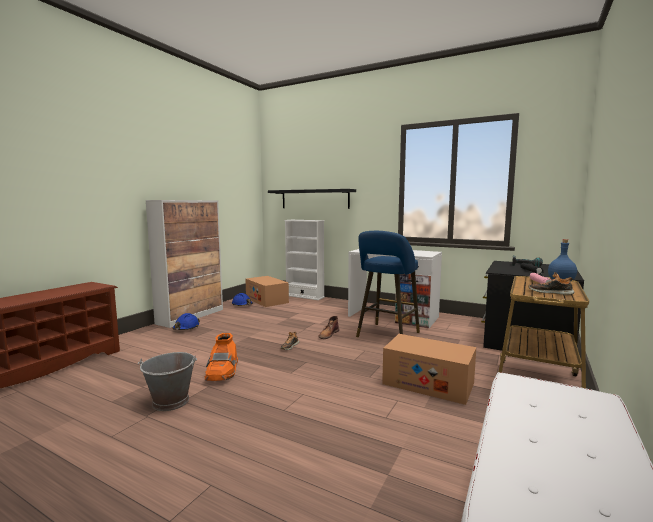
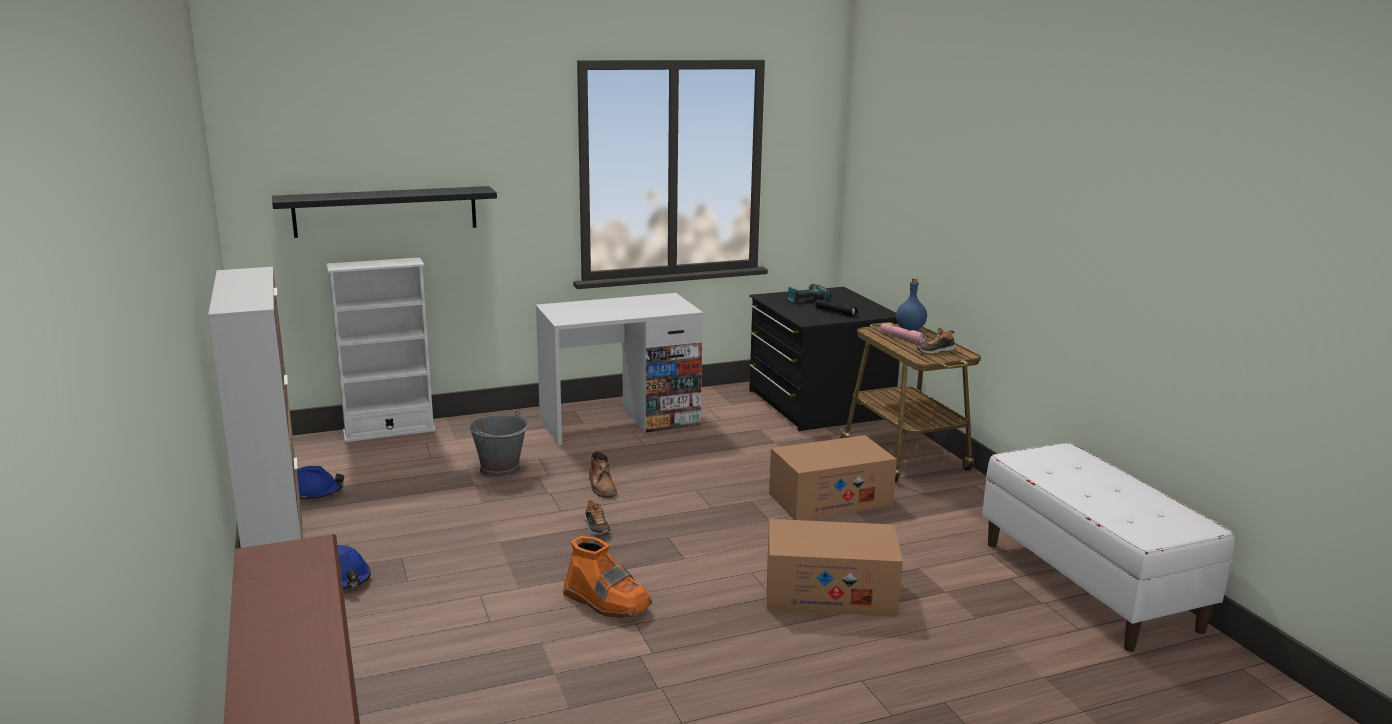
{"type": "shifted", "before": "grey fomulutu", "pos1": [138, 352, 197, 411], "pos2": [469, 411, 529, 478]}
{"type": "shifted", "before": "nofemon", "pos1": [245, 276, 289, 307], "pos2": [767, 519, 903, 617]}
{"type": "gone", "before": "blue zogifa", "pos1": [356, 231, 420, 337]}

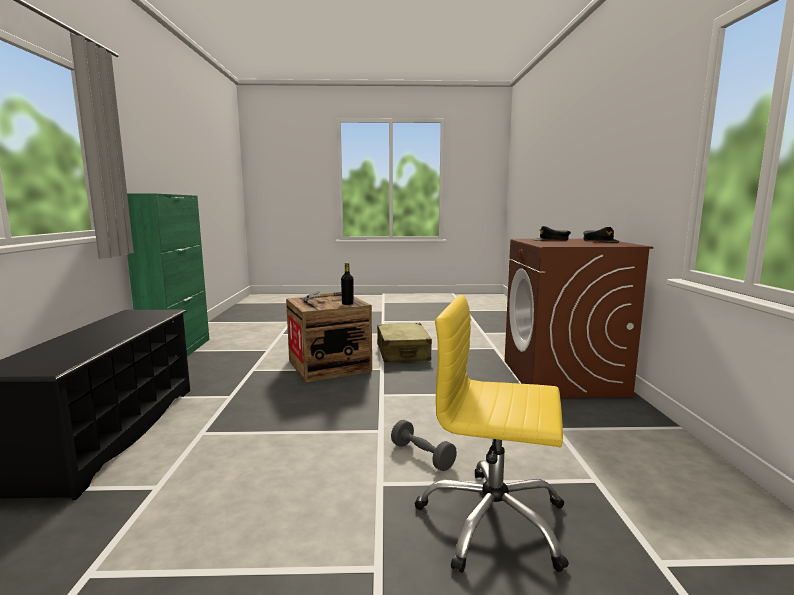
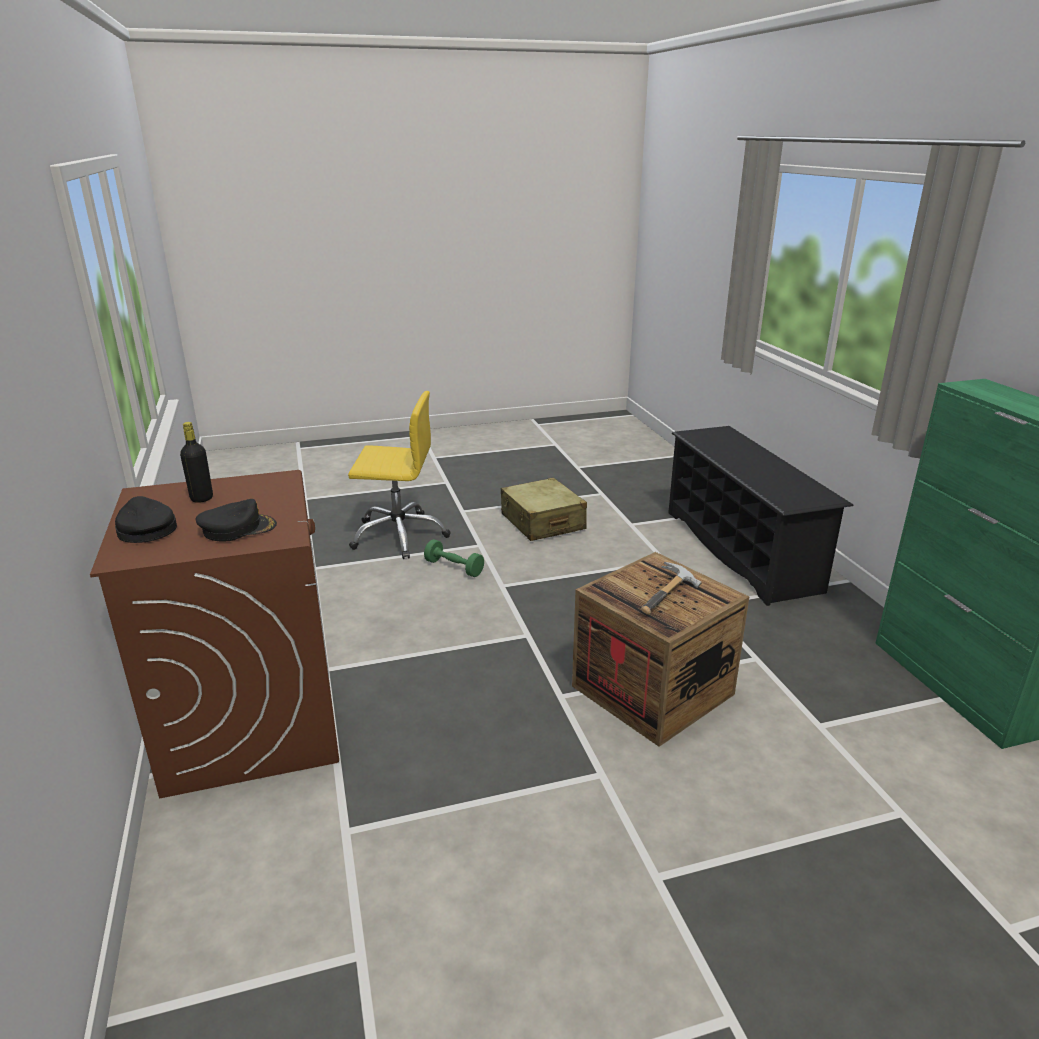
{"type": "shifted", "before": "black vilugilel", "pos1": [341, 262, 354, 305], "pos2": [180, 422, 213, 503]}
{"type": "shifted", "before": "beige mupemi", "pos1": [377, 323, 432, 362], "pos2": [501, 478, 587, 541]}
{"type": "repainted", "before": "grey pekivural", "after": "green pekivural", "pos1": [391, 420, 457, 471], "pos2": [424, 539, 484, 577]}

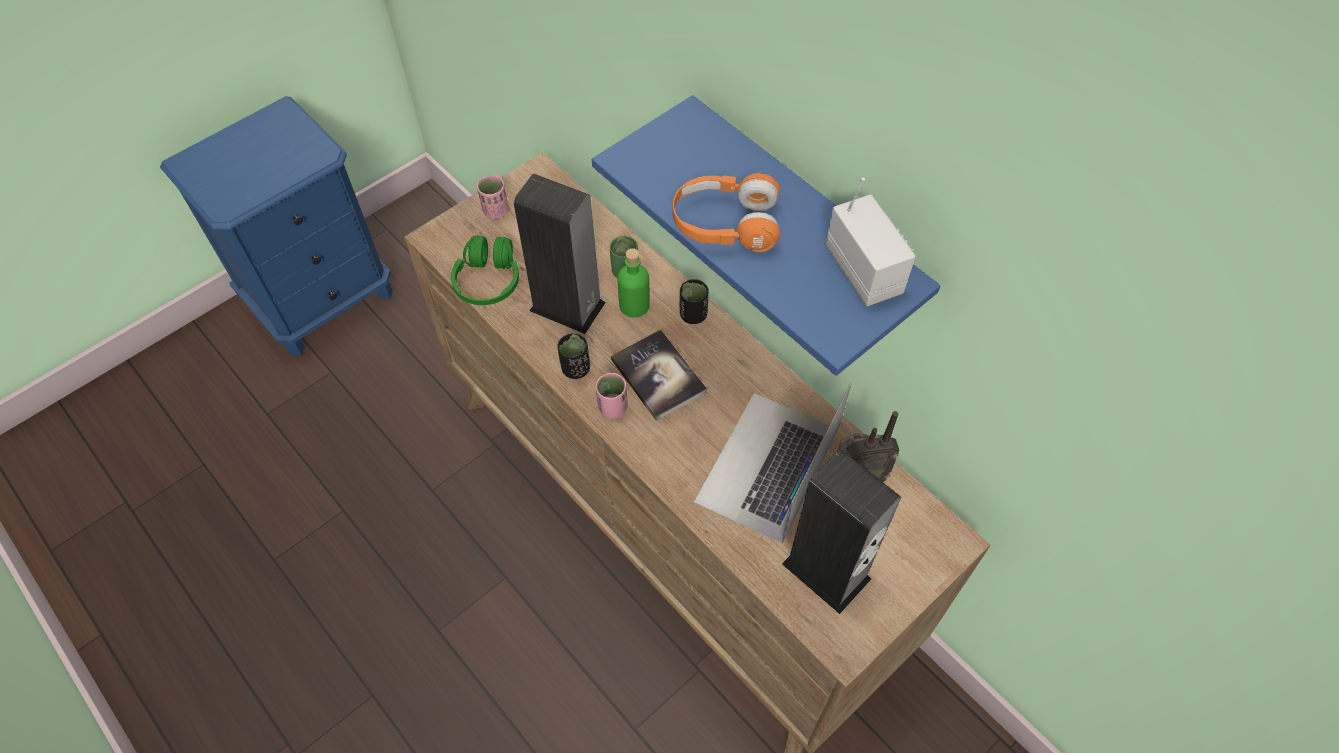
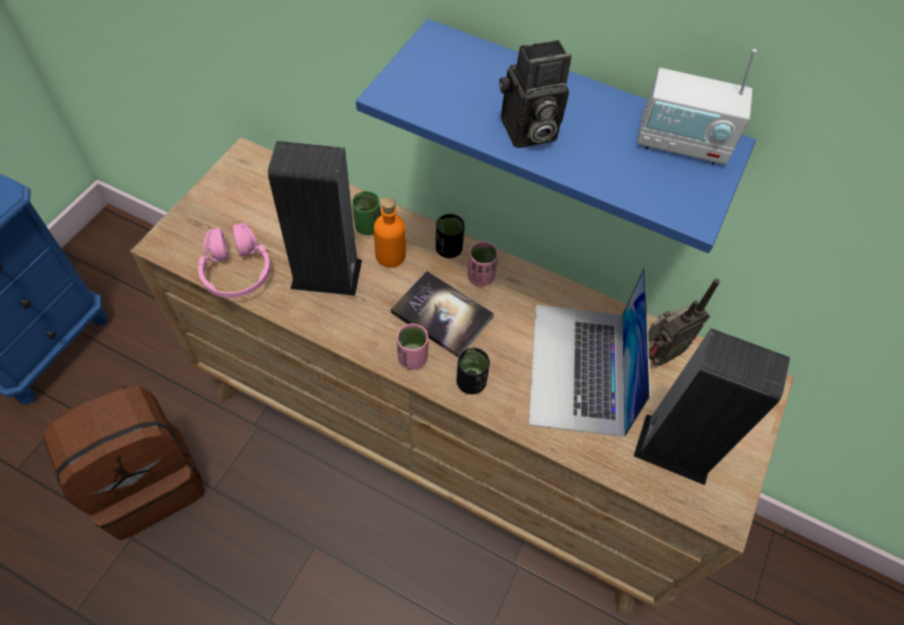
{"type": "repainted", "before": "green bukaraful", "after": "pink bukaraful", "pos1": [451, 236, 519, 305], "pos2": [198, 223, 271, 298]}
{"type": "shifted", "before": "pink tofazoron", "pos1": [477, 175, 509, 219], "pos2": [468, 241, 499, 286]}
{"type": "shifted", "before": "black tofazoron", "pos1": [557, 333, 590, 379], "pos2": [456, 348, 490, 394]}
{"type": "repainted", "before": "green vilugilel", "after": "orange vilugilel", "pos1": [618, 248, 650, 318], "pos2": [374, 197, 406, 268]}
{"type": "swapped", "before": "orange bukaraful", "after": "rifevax", "pos1": [672, 173, 780, 252], "pos2": [499, 40, 572, 148]}
{"type": "rotated", "before": "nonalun", "pos1": [826, 177, 915, 307], "pos2": [637, 49, 757, 165], "turn": 150}
{"type": "new", "after": "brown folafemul", "pos2": [43, 386, 205, 540]}

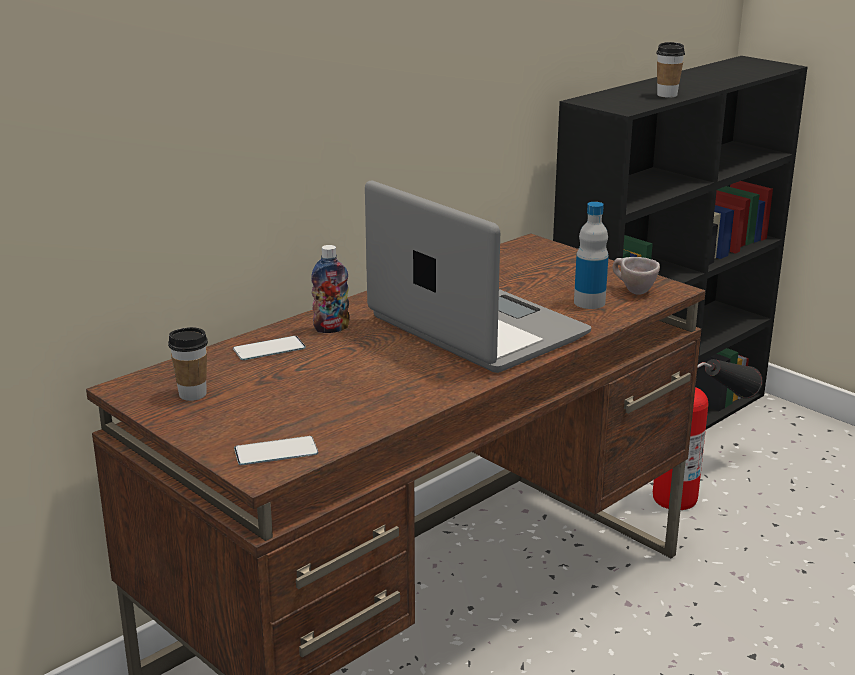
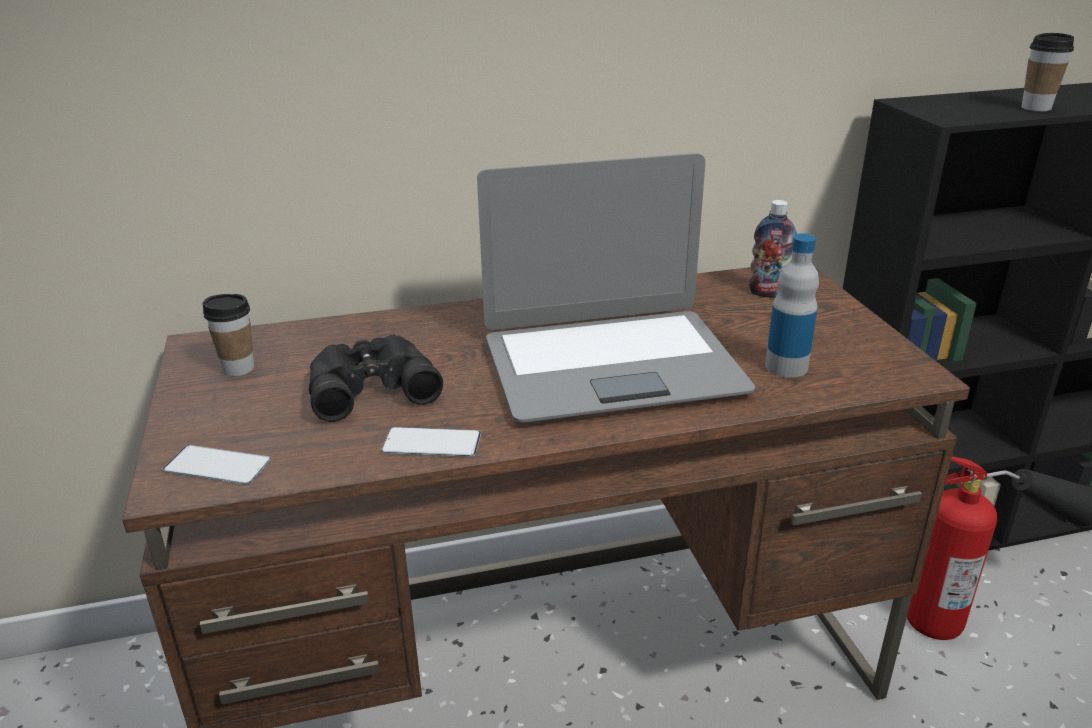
{"type": "shifted", "before": "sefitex", "pos1": [233, 336, 306, 360], "pos2": [381, 427, 481, 457]}
{"type": "shifted", "before": "vilugilel", "pos1": [311, 245, 350, 333], "pos2": [749, 200, 797, 297]}
{"type": "rotated", "before": "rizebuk", "pos1": [365, 180, 591, 373], "pos2": [477, 153, 755, 423], "turn": 90}
{"type": "gone", "before": "beige tofazoron", "pos1": [613, 257, 660, 295]}
{"type": "new", "after": "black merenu", "pos2": [309, 334, 443, 422]}

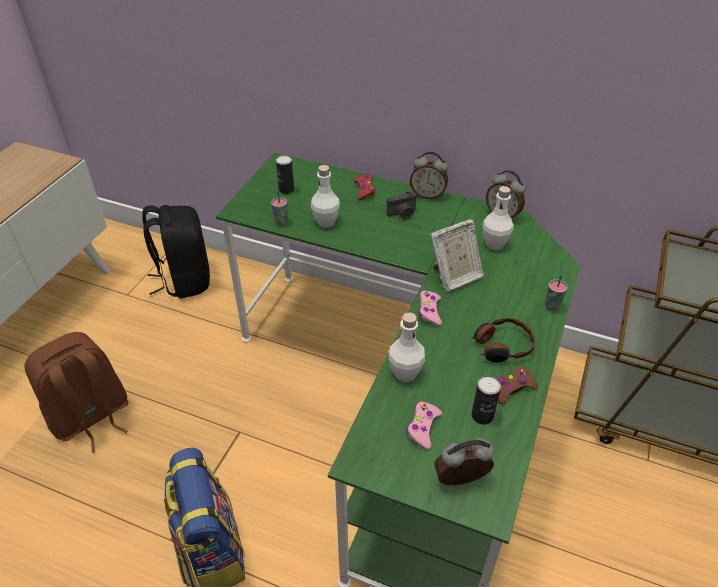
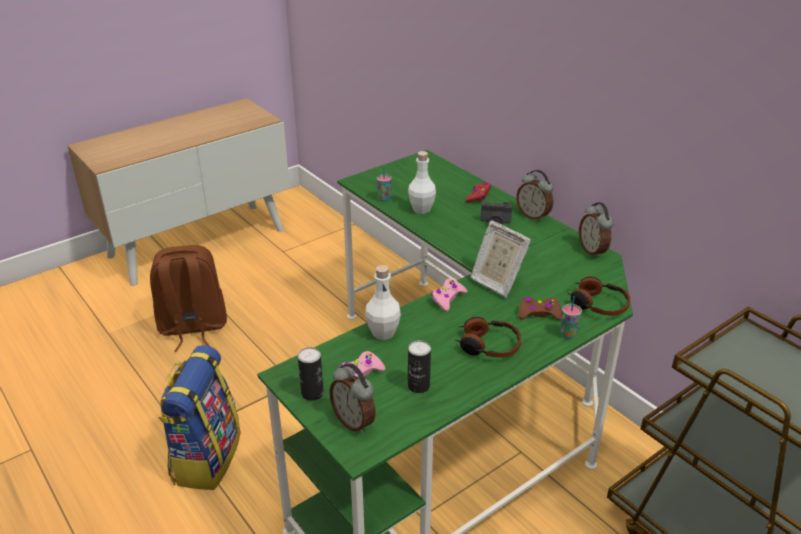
{"type": "gone", "before": "black folafemul", "pos1": [142, 205, 210, 298]}
{"type": "shifted", "before": "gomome", "pos1": [276, 155, 294, 194], "pos2": [298, 347, 324, 401]}
{"type": "rotated", "before": "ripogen", "pos1": [430, 219, 484, 292], "pos2": [470, 220, 531, 298], "turn": 45}
{"type": "rotated", "before": "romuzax", "pos1": [434, 438, 494, 485], "pos2": [330, 363, 376, 434], "turn": -150}
{"type": "gone", "before": "white vilugilel", "pos1": [482, 186, 514, 250]}
{"type": "shifted", "before": "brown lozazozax", "pos1": [495, 367, 538, 405], "pos2": [519, 297, 562, 320]}
{"type": "new", "after": "bukaraful", "pos2": [567, 277, 630, 315]}

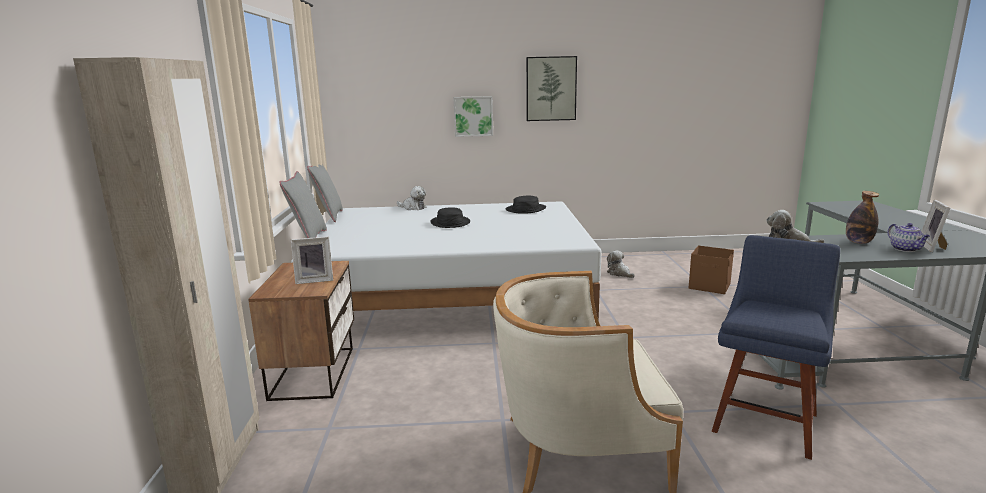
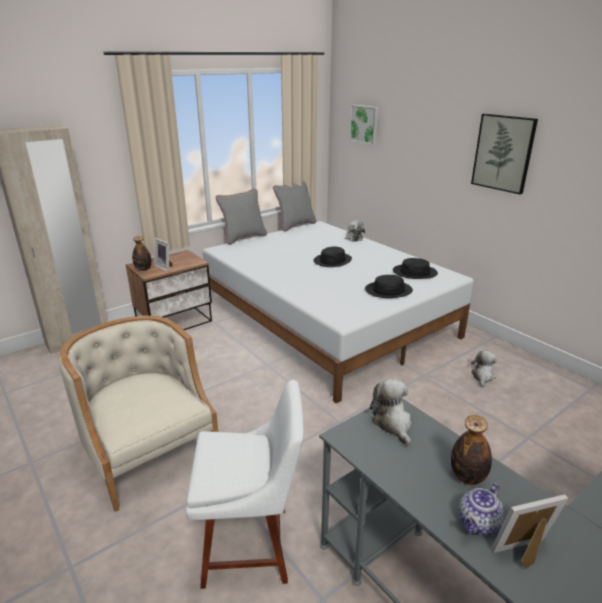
{"type": "shifted", "before": "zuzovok", "pos1": [453, 96, 493, 137], "pos2": [349, 105, 379, 145]}
{"type": "gone", "before": "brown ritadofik", "pos1": [689, 245, 734, 294]}
{"type": "repainted", "before": "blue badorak", "after": "white badorak", "pos1": [711, 235, 840, 460], "pos2": [186, 380, 304, 589]}
{"type": "new", "after": "vilugilel", "pos2": [132, 236, 152, 271]}
{"type": "new", "after": "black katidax", "pos2": [365, 275, 413, 298]}

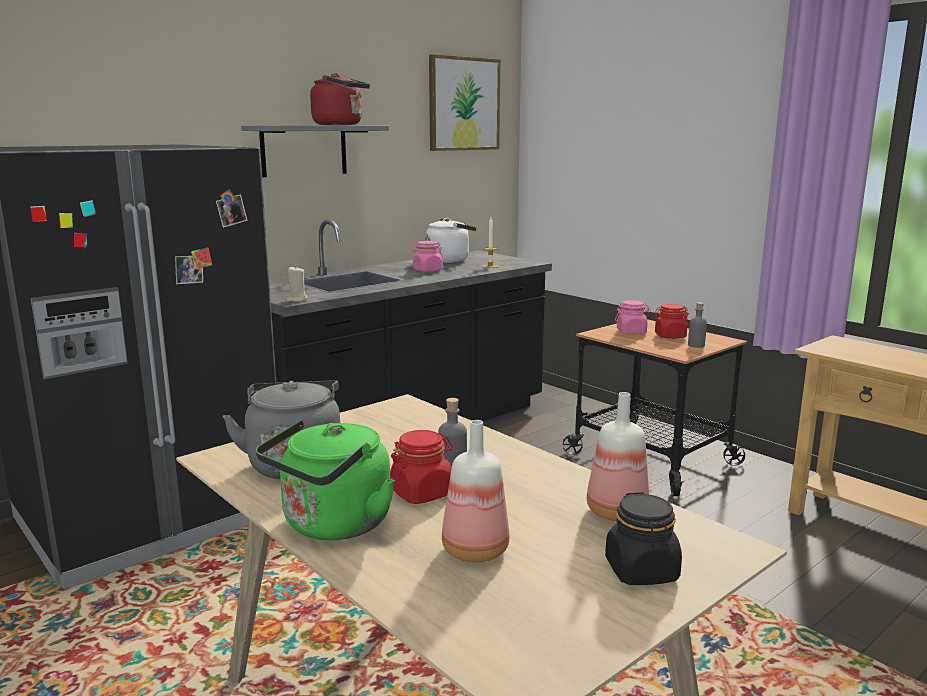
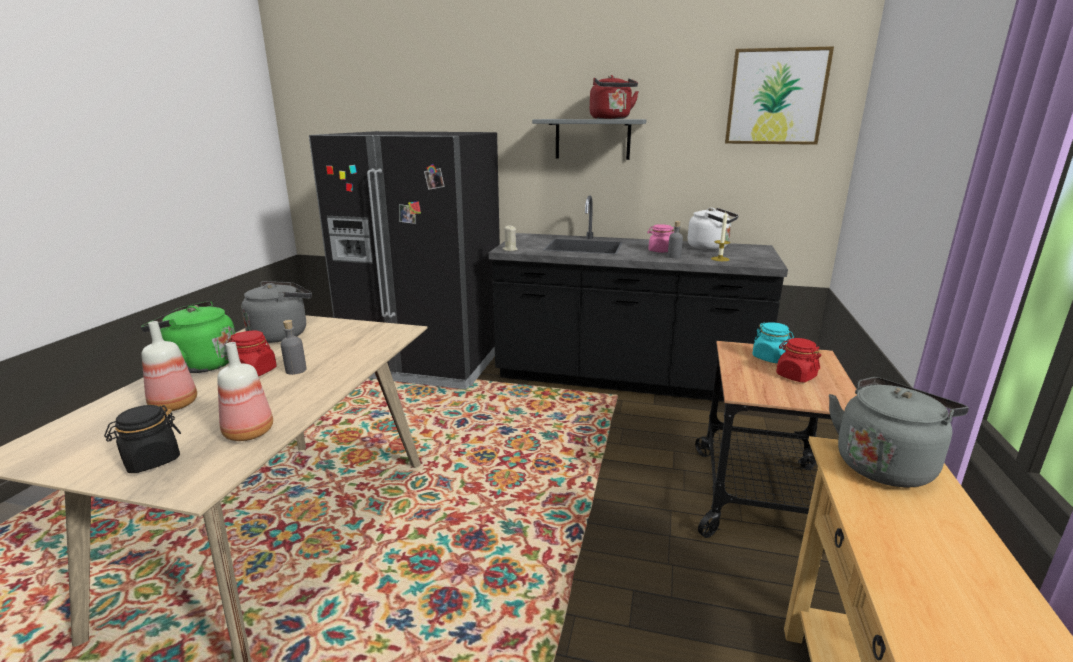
{"type": "repainted", "before": "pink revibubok", "after": "turquoise revibubok", "pos1": [615, 300, 651, 334], "pos2": [752, 322, 794, 363]}
{"type": "shifted", "before": "grey vilugilel", "pos1": [688, 302, 707, 348], "pos2": [668, 221, 683, 258]}
{"type": "new", "after": "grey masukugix", "pos2": [829, 377, 969, 488]}

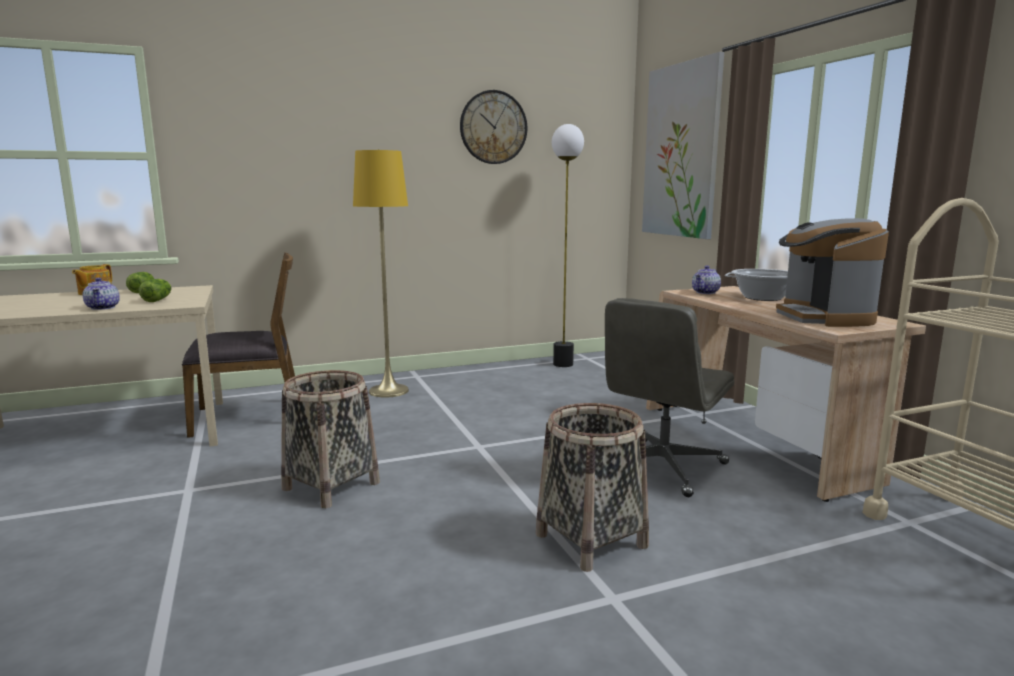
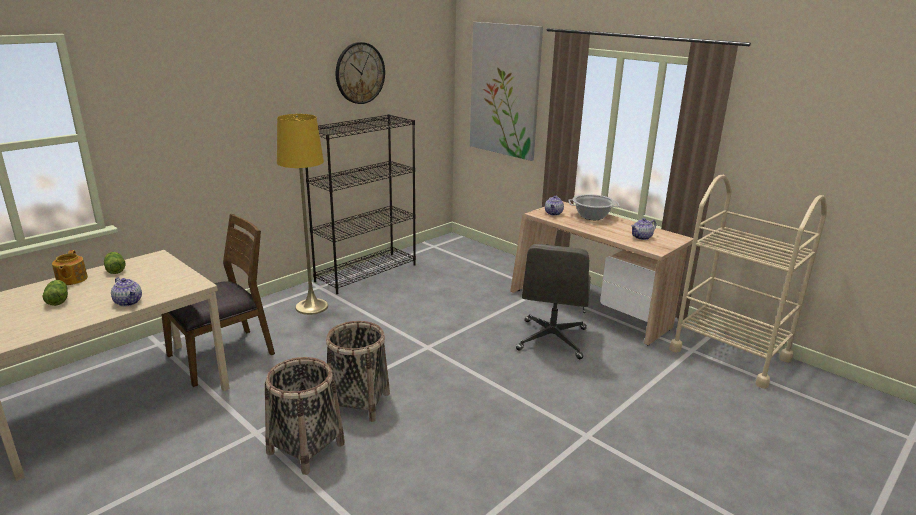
{"type": "shifted", "before": "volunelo", "pos1": [139, 279, 172, 302], "pos2": [42, 280, 68, 306]}
{"type": "shifted", "before": "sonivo", "pos1": [536, 403, 649, 572], "pos2": [265, 357, 345, 475]}
{"type": "gone", "before": "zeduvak", "pos1": [552, 124, 584, 367]}
{"type": "swapped", "before": "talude", "after": "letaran", "pos1": [776, 218, 889, 327], "pos2": [631, 218, 656, 240]}
{"type": "new", "after": "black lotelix", "pos2": [305, 114, 416, 294]}

